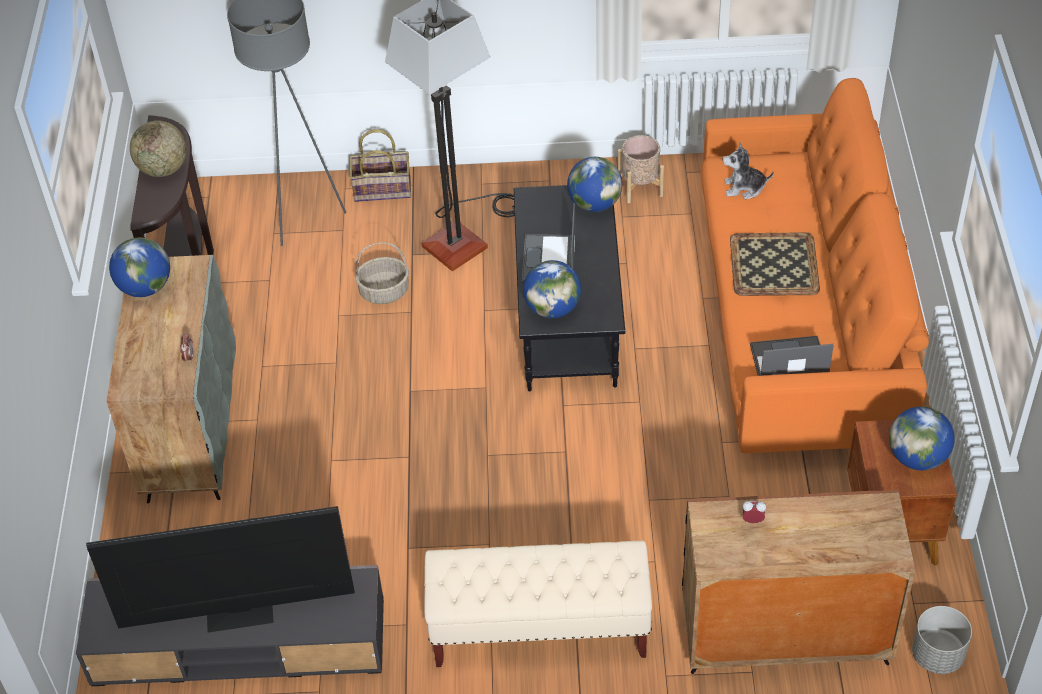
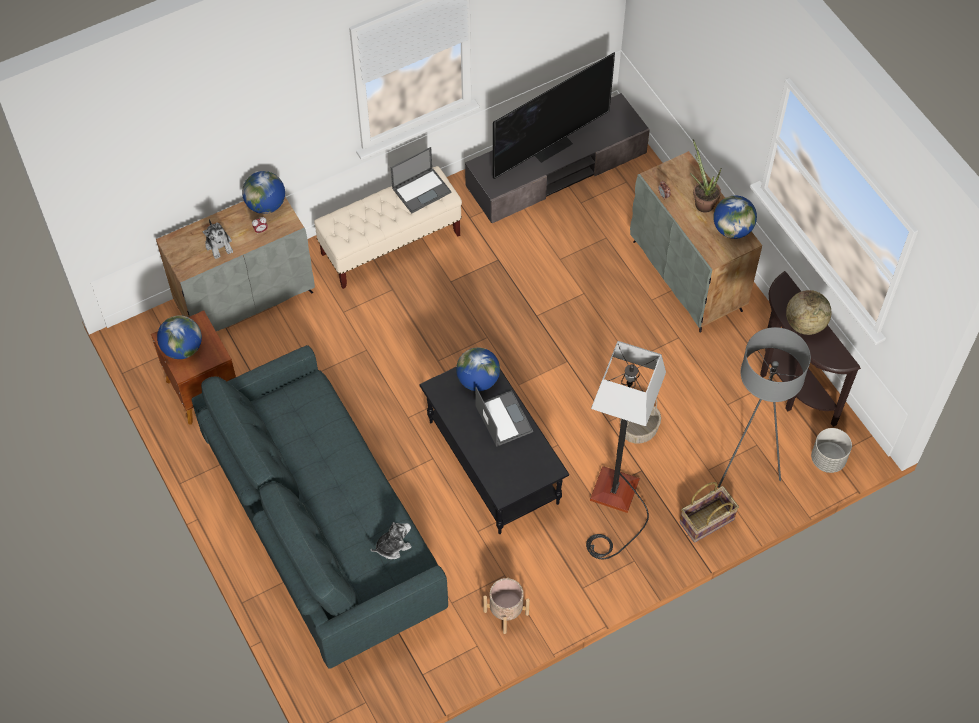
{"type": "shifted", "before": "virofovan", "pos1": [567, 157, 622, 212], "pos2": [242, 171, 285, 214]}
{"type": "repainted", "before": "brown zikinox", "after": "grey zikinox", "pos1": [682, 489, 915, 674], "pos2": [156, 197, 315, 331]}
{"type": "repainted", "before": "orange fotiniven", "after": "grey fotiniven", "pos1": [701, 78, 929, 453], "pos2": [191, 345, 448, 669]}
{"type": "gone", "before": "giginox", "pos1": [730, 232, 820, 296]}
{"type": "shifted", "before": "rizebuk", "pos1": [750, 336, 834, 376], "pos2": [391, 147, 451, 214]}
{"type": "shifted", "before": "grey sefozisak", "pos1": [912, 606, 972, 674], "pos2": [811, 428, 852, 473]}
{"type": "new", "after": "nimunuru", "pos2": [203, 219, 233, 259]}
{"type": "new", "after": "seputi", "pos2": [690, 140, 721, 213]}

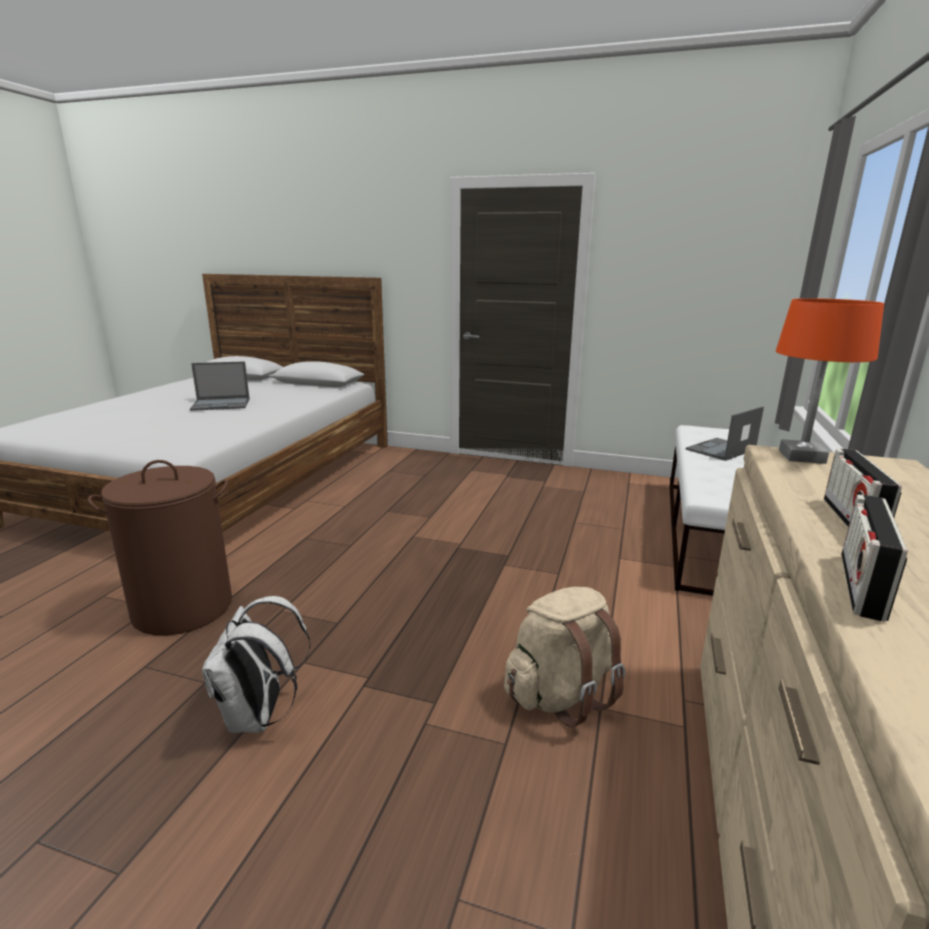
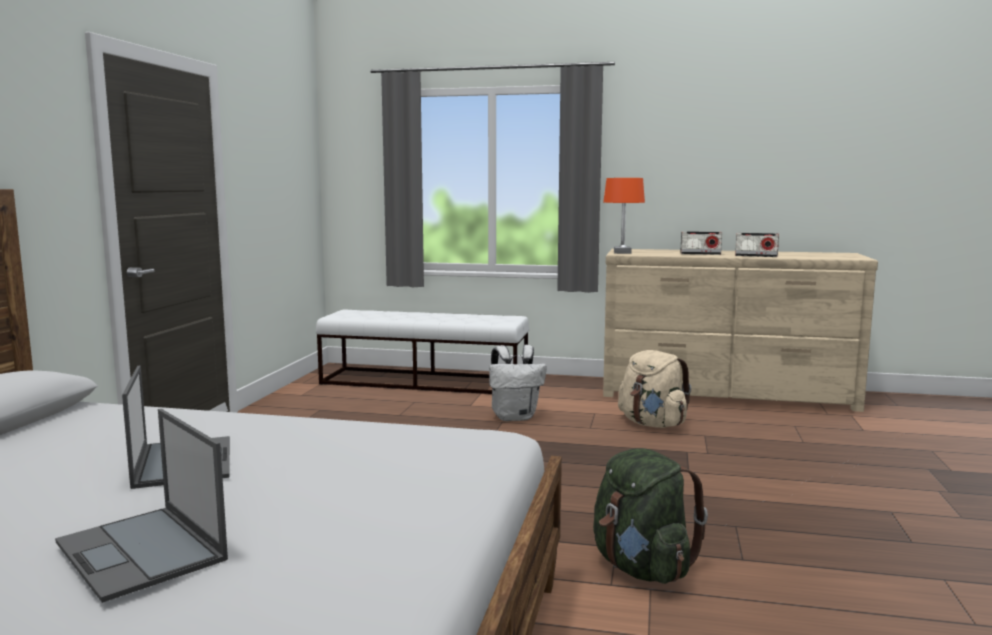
{"type": "swapped", "before": "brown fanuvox", "after": "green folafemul", "pos1": [88, 460, 232, 636], "pos2": [593, 448, 708, 584]}
{"type": "shifted", "before": "white folafemul", "pos1": [202, 596, 311, 733], "pos2": [489, 345, 547, 421]}
{"type": "shifted", "before": "rizebuk", "pos1": [686, 406, 764, 461], "pos2": [55, 409, 228, 603]}

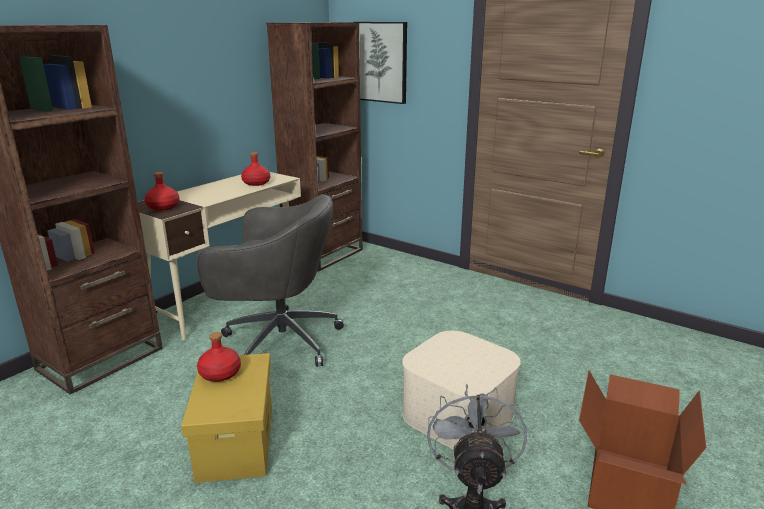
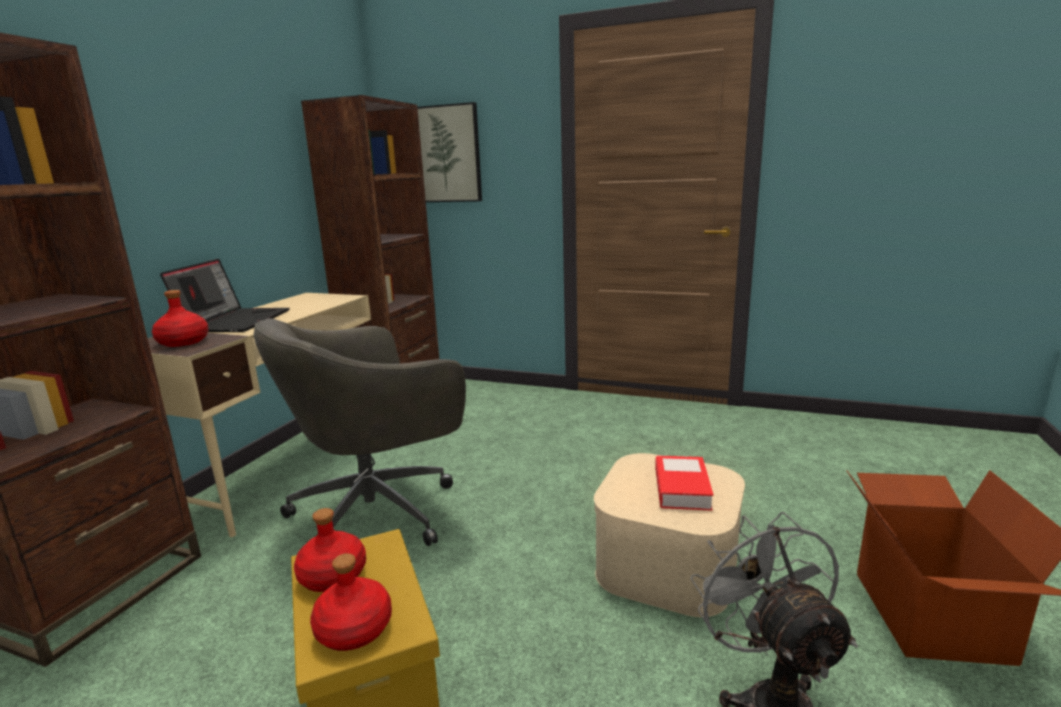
{"type": "rotated", "before": "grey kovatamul", "pos1": [196, 194, 344, 367], "pos2": [254, 318, 466, 546], "turn": 150}
{"type": "shifted", "before": "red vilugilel", "pos1": [241, 152, 270, 186], "pos2": [310, 553, 392, 651]}
{"type": "new", "after": "rizebuk", "pos2": [160, 259, 290, 332]}
{"type": "new", "after": "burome", "pos2": [655, 455, 714, 511]}

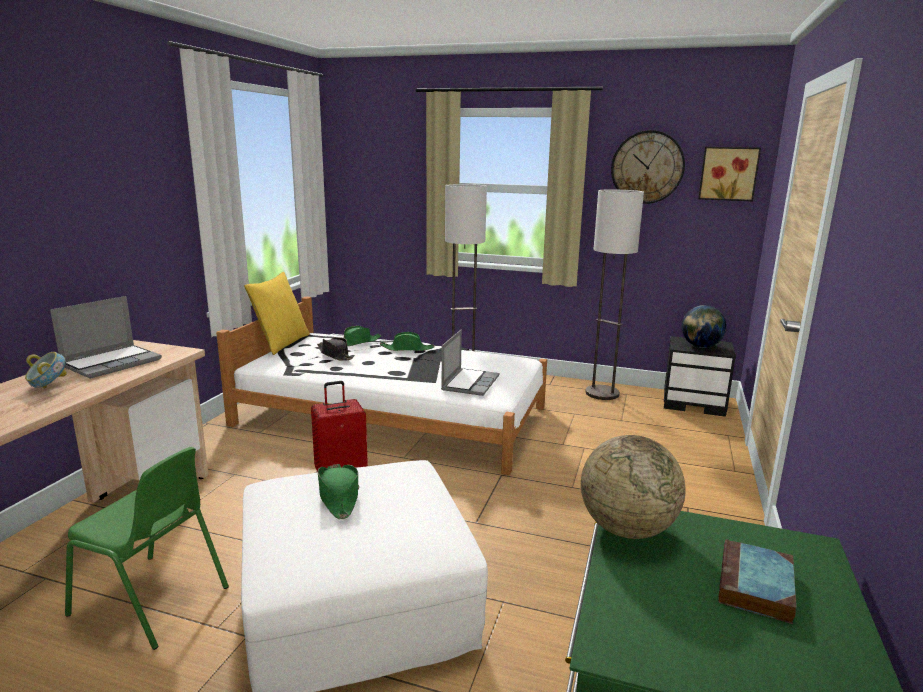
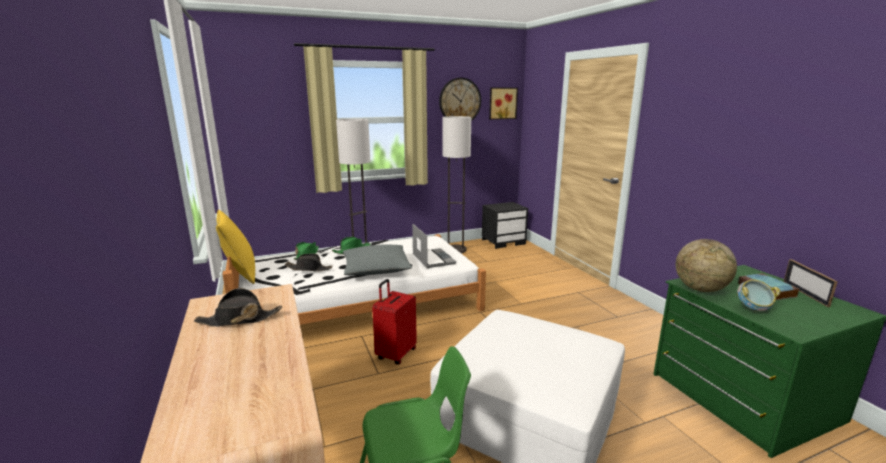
{"type": "shifted", "before": "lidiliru", "pos1": [25, 352, 67, 389], "pos2": [737, 279, 780, 311]}
{"type": "swapped", "before": "rizebuk", "after": "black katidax", "pos1": [50, 296, 162, 379], "pos2": [194, 288, 282, 327]}
{"type": "gone", "before": "green katidax", "pos1": [318, 464, 359, 519]}
{"type": "gone", "before": "virofovan", "pos1": [681, 305, 727, 348]}
{"type": "new", "after": "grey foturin", "pos2": [343, 244, 412, 275]}
{"type": "new", "after": "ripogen", "pos2": [784, 259, 838, 307]}

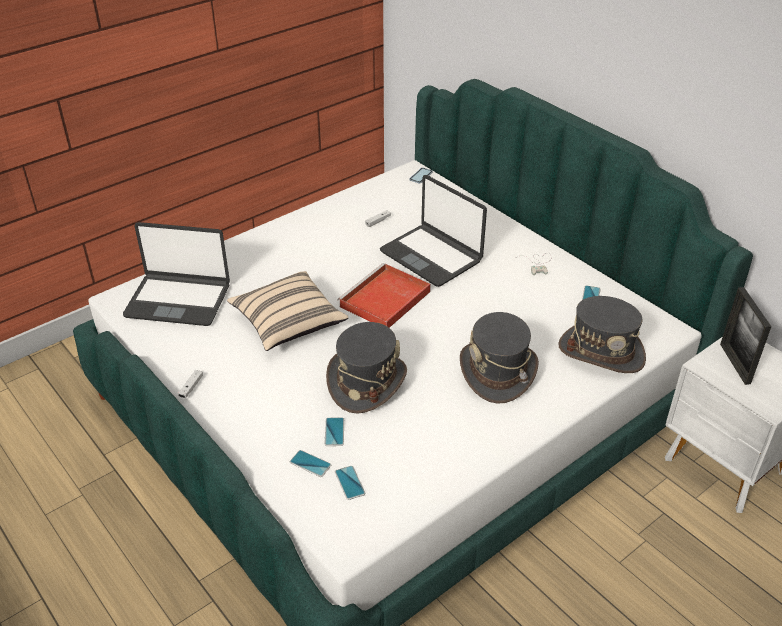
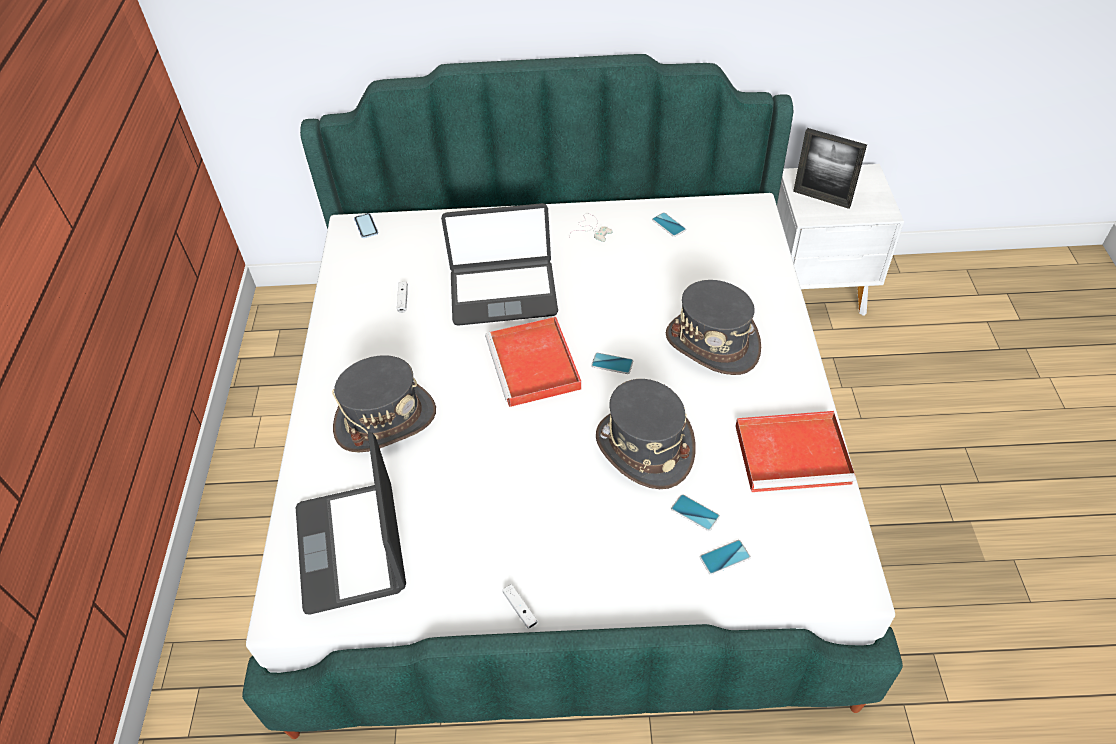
{"type": "rotated", "before": "rizebuk", "pos1": [123, 222, 230, 326], "pos2": [296, 432, 406, 614], "turn": 120}
{"type": "gone", "before": "beige foturin", "pos1": [227, 271, 348, 351]}
{"type": "shifted", "before": "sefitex", "pos1": [335, 466, 365, 500], "pos2": [591, 353, 633, 374]}
{"type": "shifted", "before": "grey katidax", "pos1": [558, 296, 646, 373], "pos2": [332, 355, 436, 452]}
{"type": "new", "after": "red giginox", "pos2": [735, 411, 856, 492]}

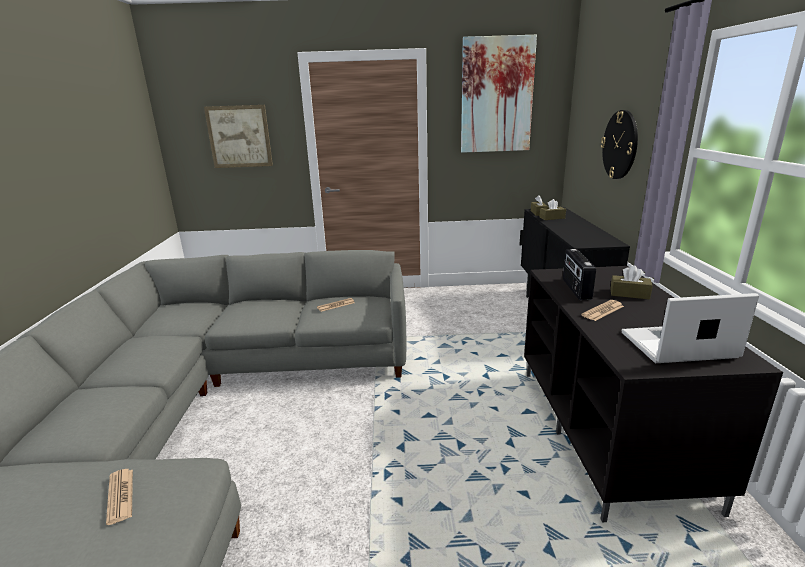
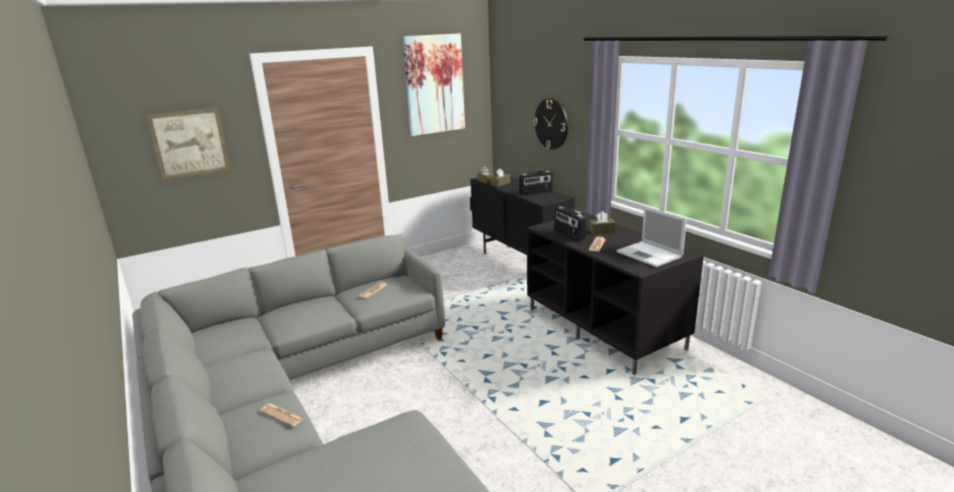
{"type": "shifted", "before": "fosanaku", "pos1": [106, 469, 133, 525], "pos2": [260, 403, 304, 427]}
{"type": "rotated", "before": "rizebuk", "pos1": [622, 293, 759, 363], "pos2": [616, 207, 687, 267], "turn": -90}
{"type": "new", "after": "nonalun", "pos2": [519, 171, 553, 195]}

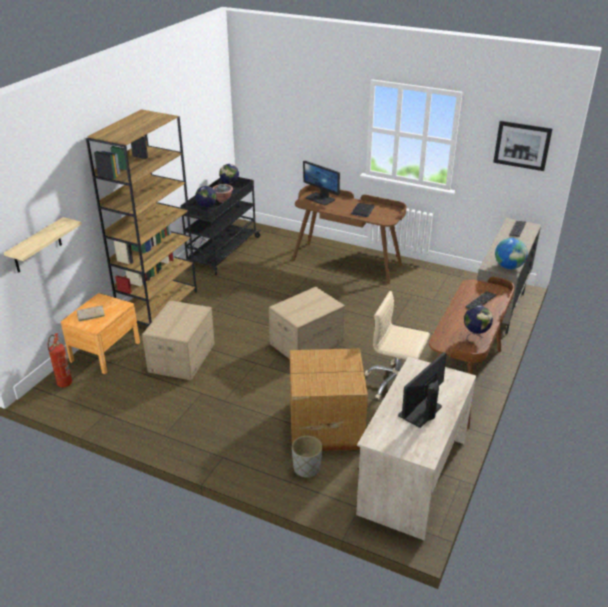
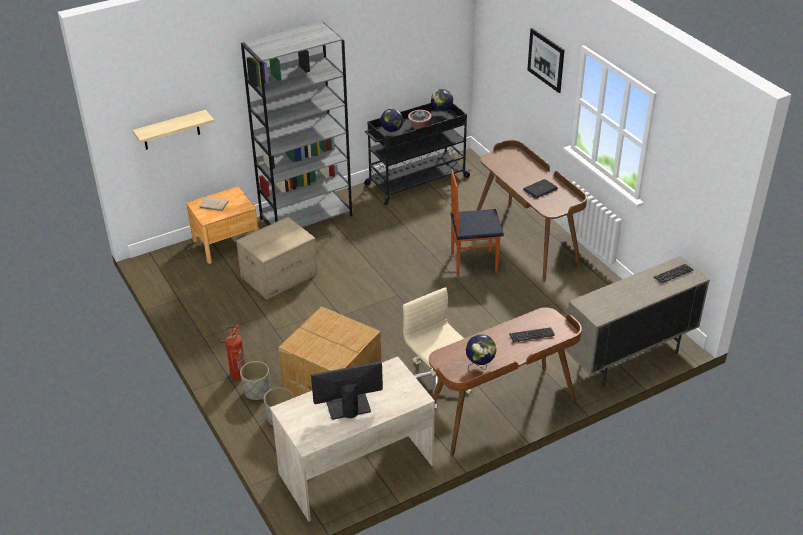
{"type": "shifted", "before": "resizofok", "pos1": [47, 333, 72, 387], "pos2": [218, 324, 245, 379]}
{"type": "repainted", "before": "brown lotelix", "after": "grey lotelix", "pos1": [86, 109, 197, 326], "pos2": [241, 21, 352, 227]}
{"type": "gone", "before": "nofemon", "pos1": [269, 287, 345, 359]}
{"type": "gone", "before": "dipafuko", "pos1": [303, 161, 340, 205]}
{"type": "shifted", "before": "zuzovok", "pos1": [493, 121, 553, 171], "pos2": [527, 28, 564, 93]}
{"type": "gone", "before": "virofovan", "pos1": [495, 238, 528, 269]}
{"type": "new", "after": "grey sefozisak", "pos2": [240, 361, 270, 400]}
{"type": "new", "after": "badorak", "pos2": [451, 169, 504, 276]}

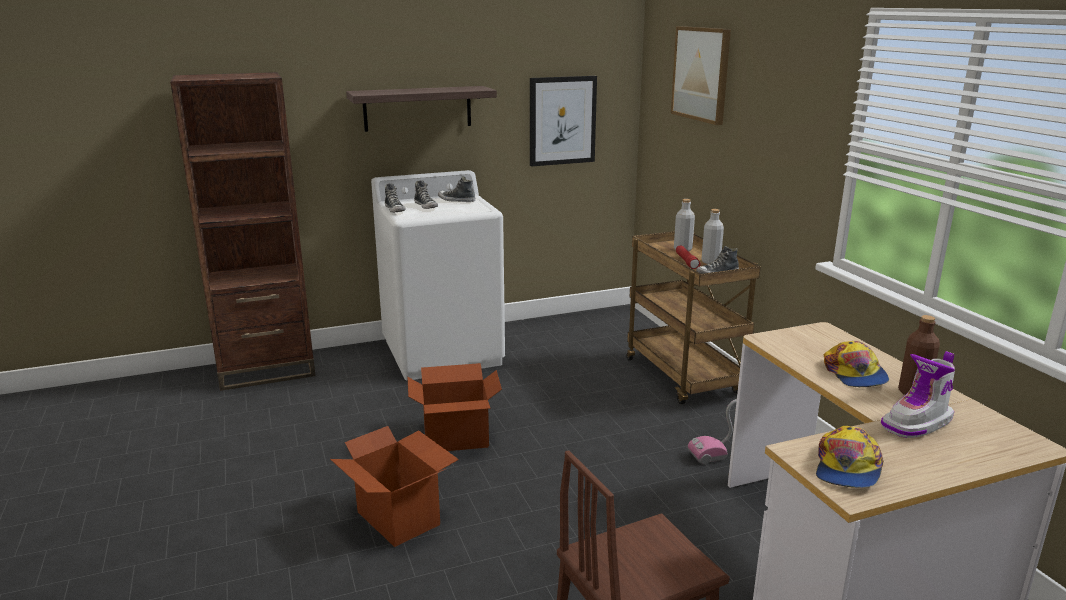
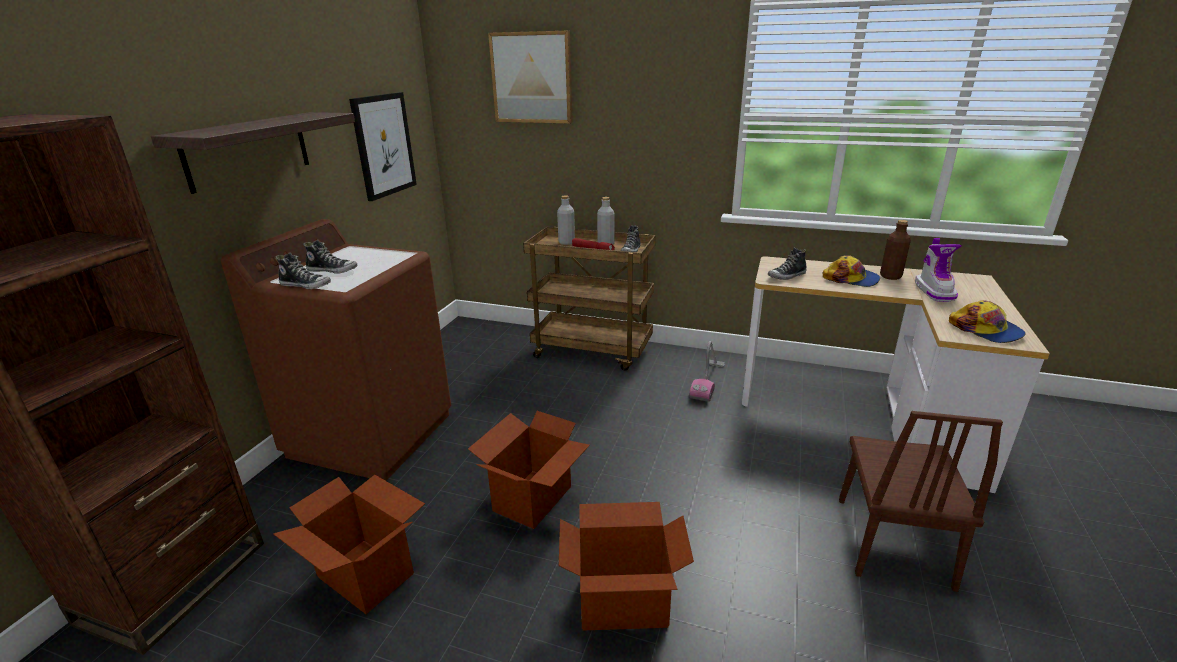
{"type": "repainted", "before": "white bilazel", "after": "brown bilazel", "pos1": [371, 170, 505, 381], "pos2": [221, 219, 451, 481]}
{"type": "shifted", "before": "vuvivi", "pos1": [438, 176, 475, 202], "pos2": [768, 248, 807, 280]}
{"type": "new", "after": "nofemon", "pos2": [273, 475, 425, 614]}

